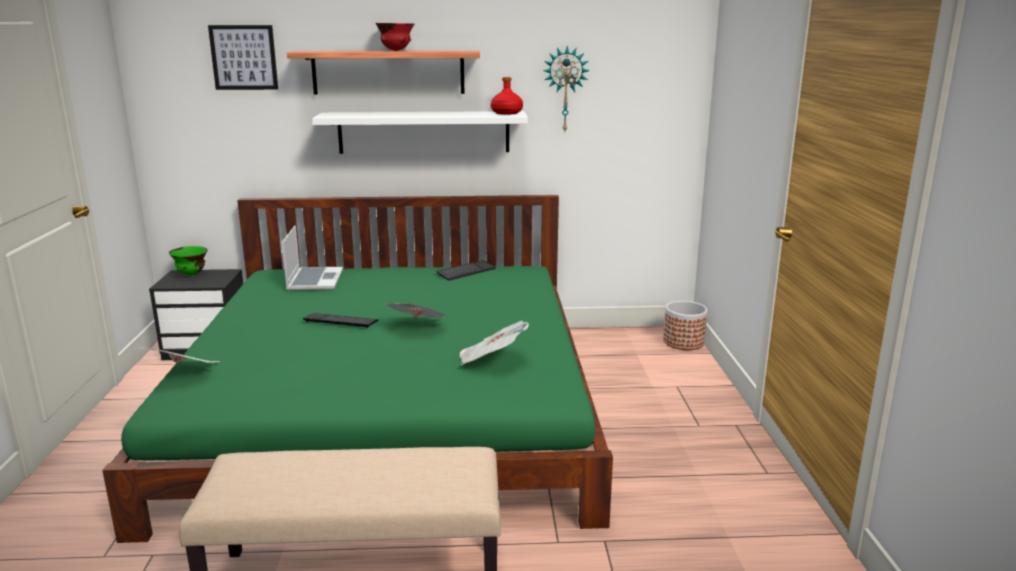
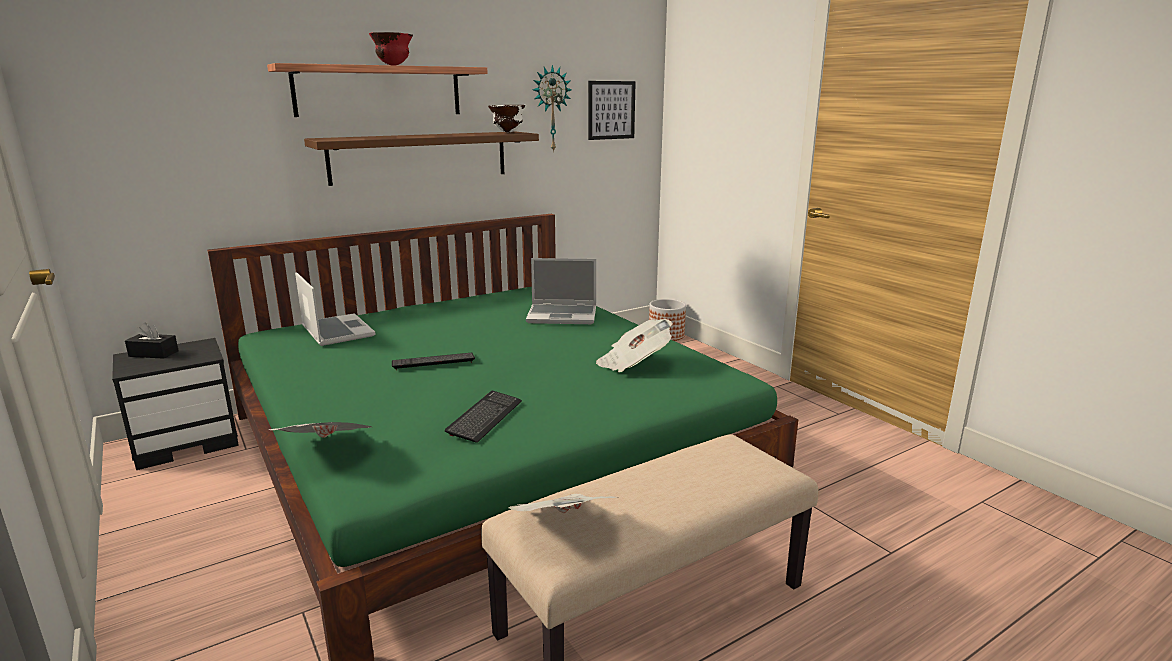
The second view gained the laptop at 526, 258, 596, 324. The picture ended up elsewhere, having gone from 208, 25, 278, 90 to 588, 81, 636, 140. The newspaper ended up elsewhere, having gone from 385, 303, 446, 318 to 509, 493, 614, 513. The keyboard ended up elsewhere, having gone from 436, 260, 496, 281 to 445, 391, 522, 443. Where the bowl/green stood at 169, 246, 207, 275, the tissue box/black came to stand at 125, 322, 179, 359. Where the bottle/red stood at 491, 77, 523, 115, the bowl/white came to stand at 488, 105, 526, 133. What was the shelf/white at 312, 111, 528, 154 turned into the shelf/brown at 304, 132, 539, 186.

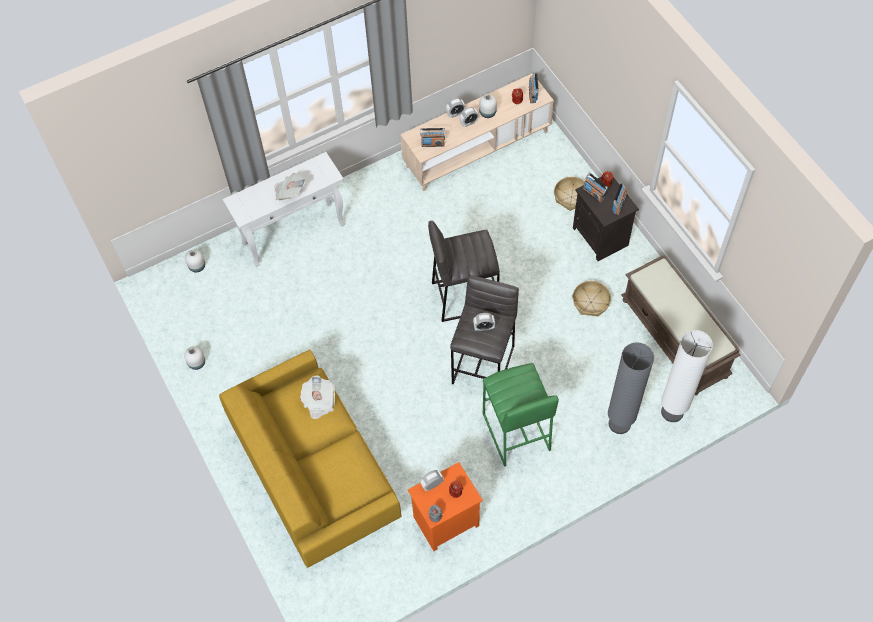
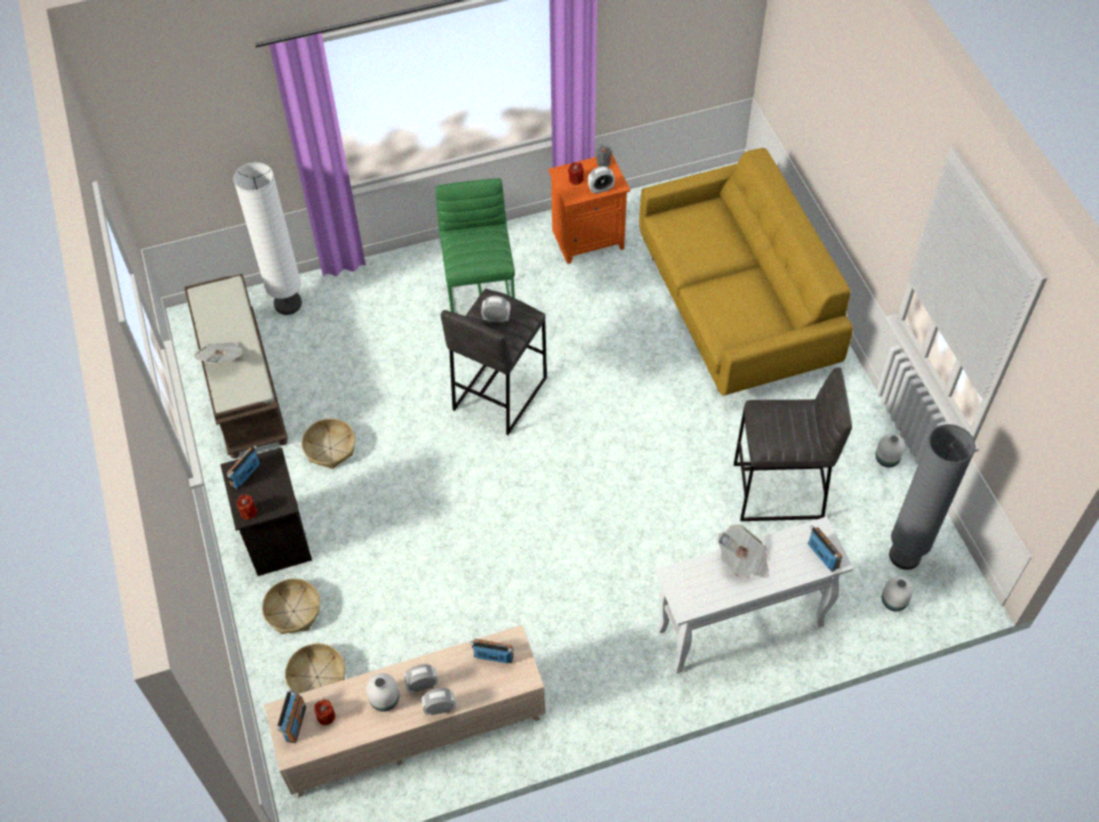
The second view gained the basket at 285, 643, 345, 694. The newspaper ended up elsewhere, having gone from 300, 375, 335, 419 to 194, 341, 243, 364. The stool/grey ended up elsewhere, having gone from 428, 221, 500, 322 to 734, 367, 852, 521. The radio ended up elsewhere, having gone from 583, 172, 608, 203 to 808, 526, 842, 572. The floor lamp/grey ended up elsewhere, having gone from 608, 342, 654, 434 to 889, 424, 976, 570.

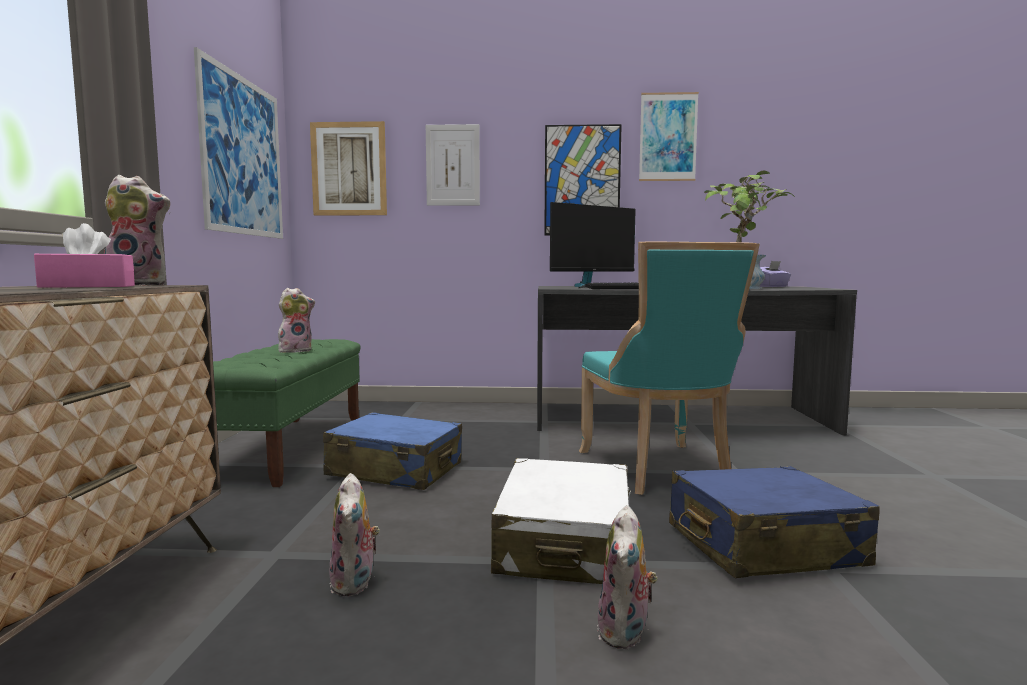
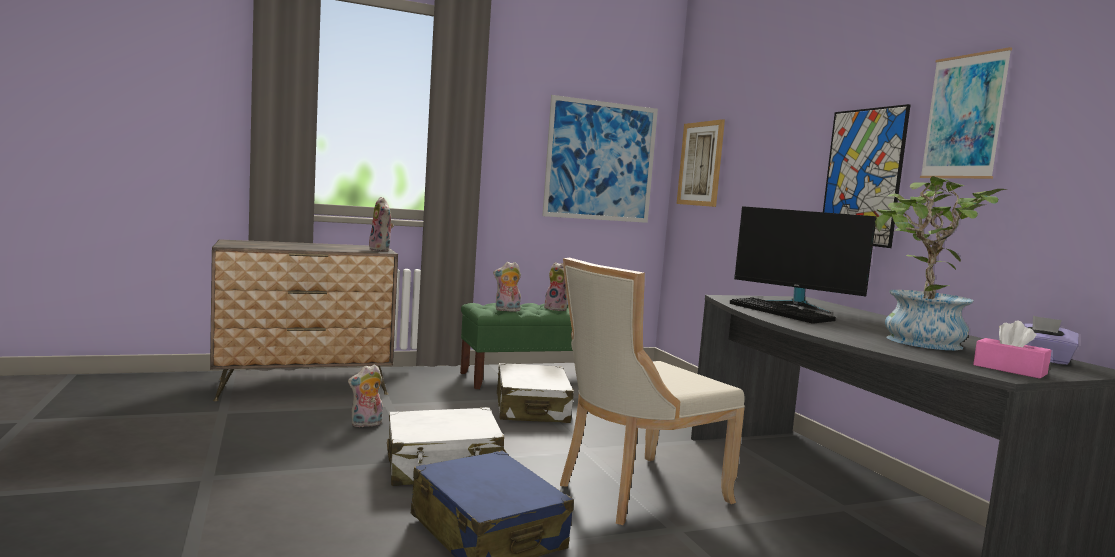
The second view lost the picture at 426, 124, 480, 206. The tissue box/pink ended up elsewhere, having gone from 34, 223, 135, 288 to 973, 321, 1051, 379. The plush toy ended up elsewhere, having gone from 597, 505, 658, 649 to 493, 262, 521, 312. What was the suitcase/blue at 323, 412, 462, 490 turned into the suitcase/white at 497, 363, 574, 423. What was the chair/turquoise at 579, 242, 760, 495 turned into the chair/beige at 560, 258, 745, 525.

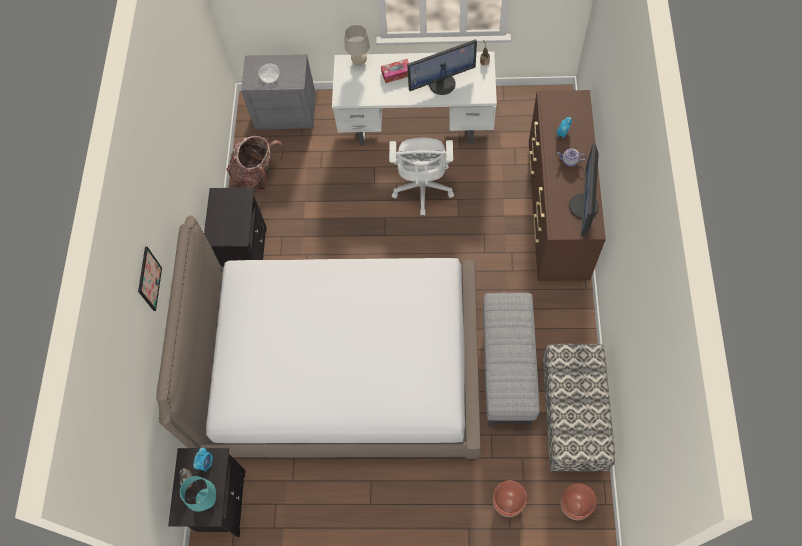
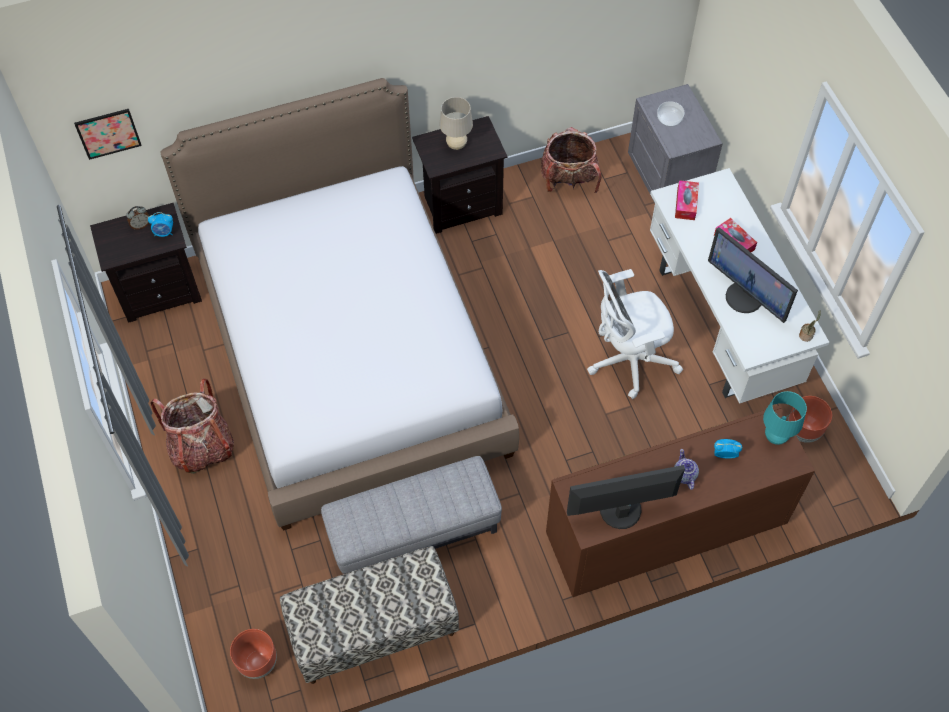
The second view gained the backpack at 150, 378, 234, 474. The second view gained the tissue box at 675, 180, 699, 220. The picture ended up elsewhere, having gone from 138, 247, 162, 311 to 74, 109, 142, 160. The table lamp/turquoise ended up elsewhere, having gone from 180, 476, 216, 512 to 763, 391, 807, 445. The table lamp/beige ended up elsewhere, having gone from 344, 25, 370, 65 to 439, 97, 473, 150. The planter/brown ended up elsewhere, having gone from 493, 480, 527, 517 to 788, 396, 832, 443.

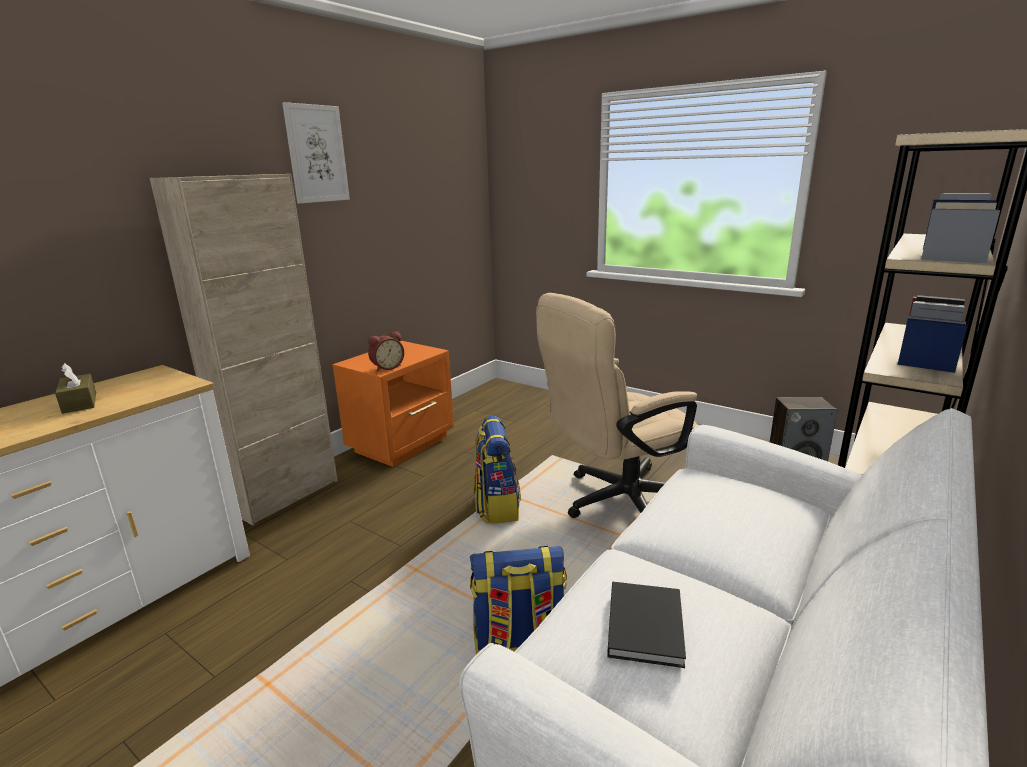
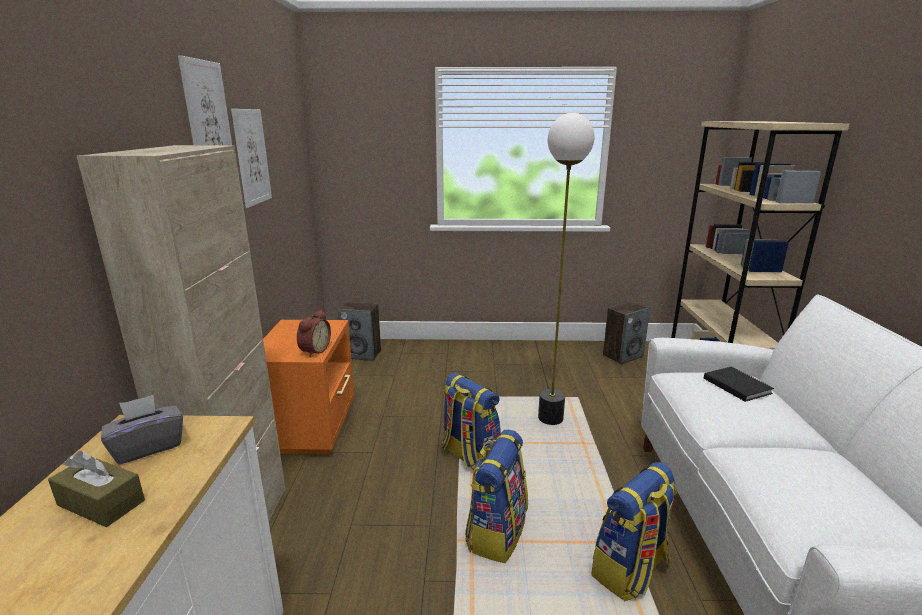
The second view gained the tissue box/grey at 101, 395, 183, 464. The second view gained the picture at 231, 109, 272, 208. The second view gained the speaker at 338, 302, 381, 361. The second view gained the backpack at 465, 430, 528, 563. The book/black ended up elsewhere, having gone from 607, 582, 686, 668 to 704, 367, 774, 402. Where the office chair/beige stood at 536, 293, 697, 518, the floor lamp came to stand at 538, 113, 594, 425.

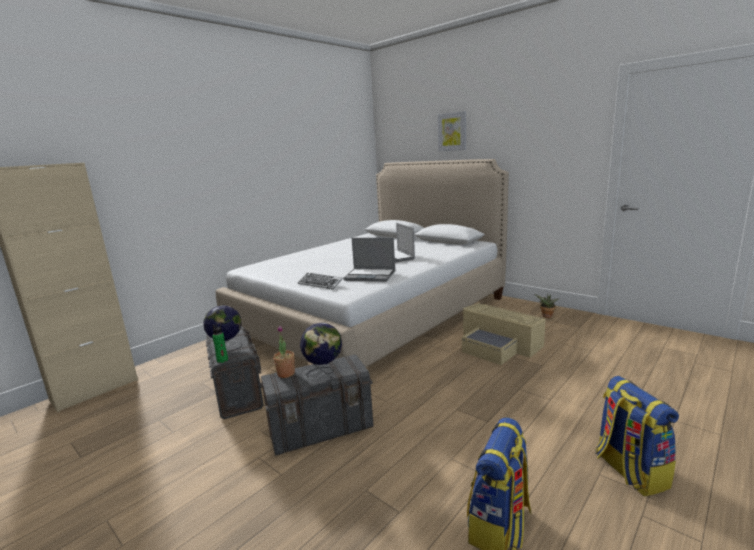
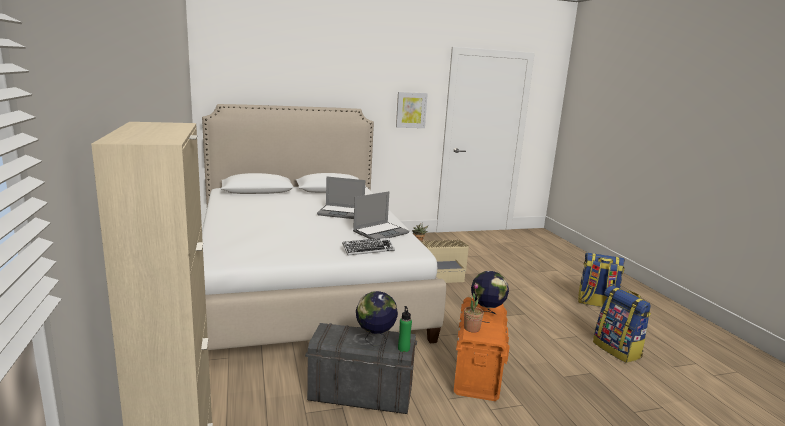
The picture ended up elsewhere, having gone from 438, 111, 466, 151 to 396, 92, 428, 128. What was the storage box/grey at 260, 354, 373, 456 turned into the storage box/orange at 454, 297, 510, 401.

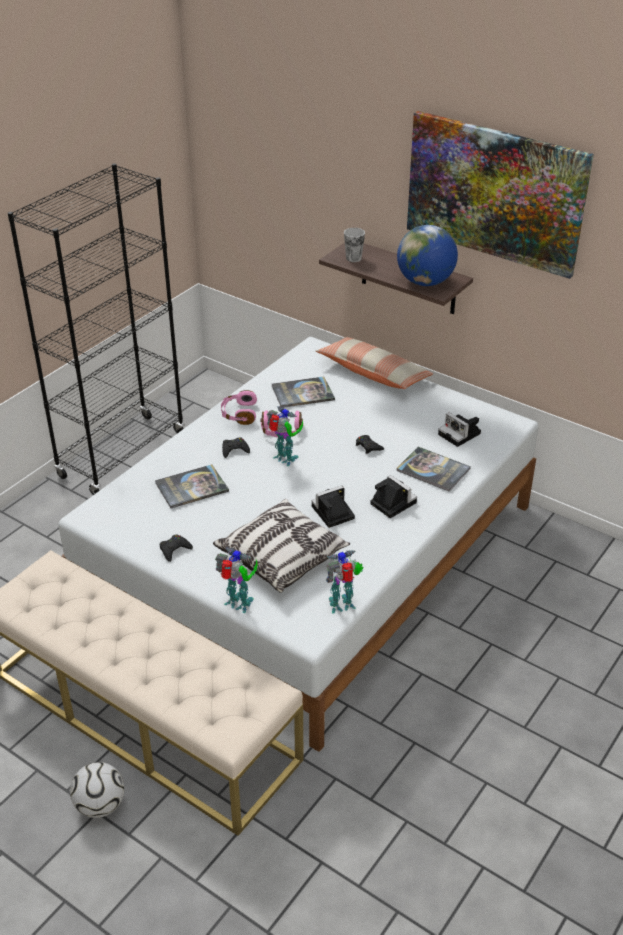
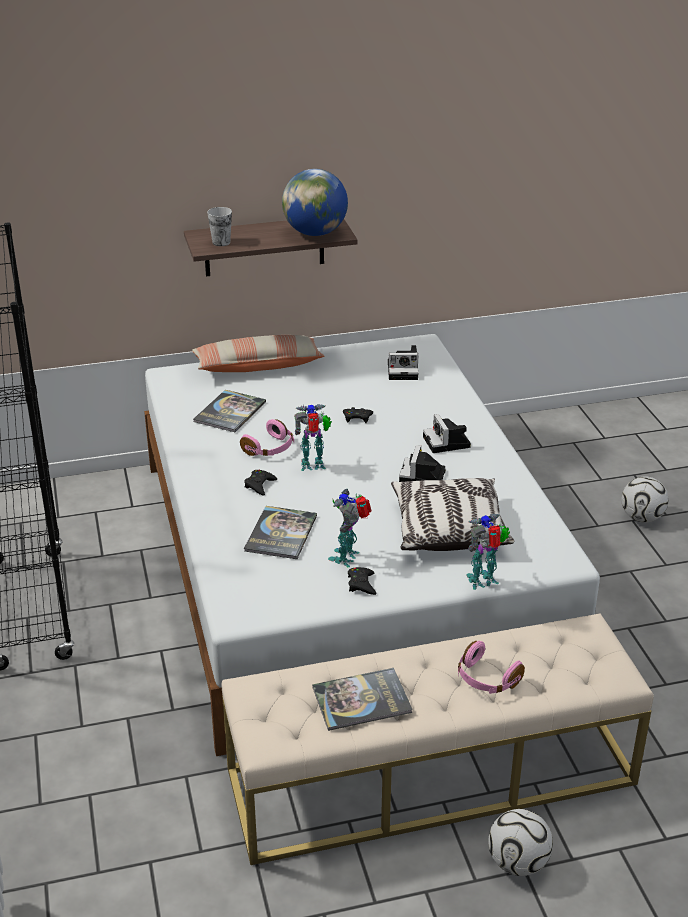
The second view lost the picture at 407, 111, 594, 279. The second view gained the football at 621, 476, 669, 523. The headphones/pink ended up elsewhere, having gone from 221, 390, 257, 425 to 458, 641, 525, 694. The toy robot ended up elsewhere, having gone from 326, 550, 363, 613 to 328, 489, 372, 567. The book ended up elsewhere, having gone from 396, 447, 471, 492 to 312, 668, 413, 731. The photo camera at 370, 475, 417, 518 ended up facing another way, 105 degrees counterclockwise from before.

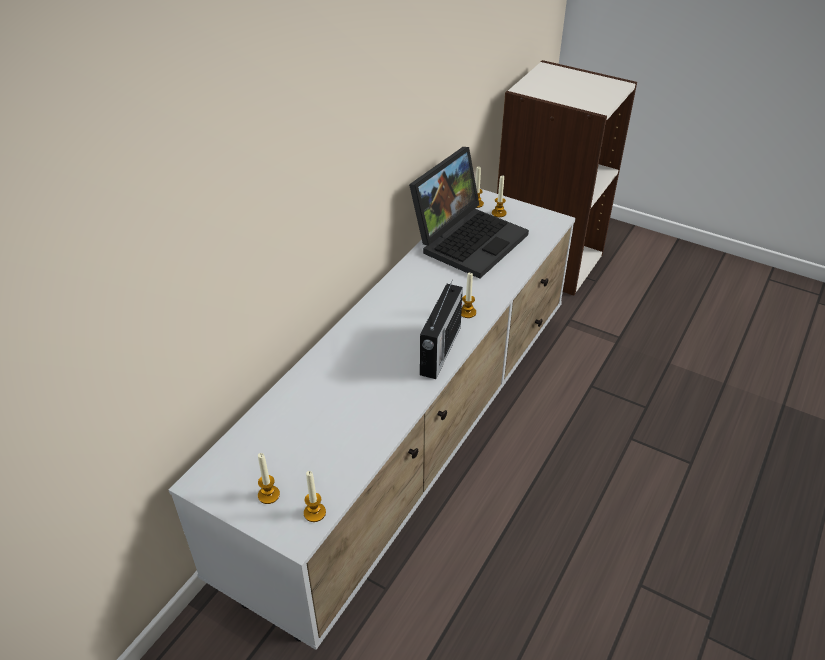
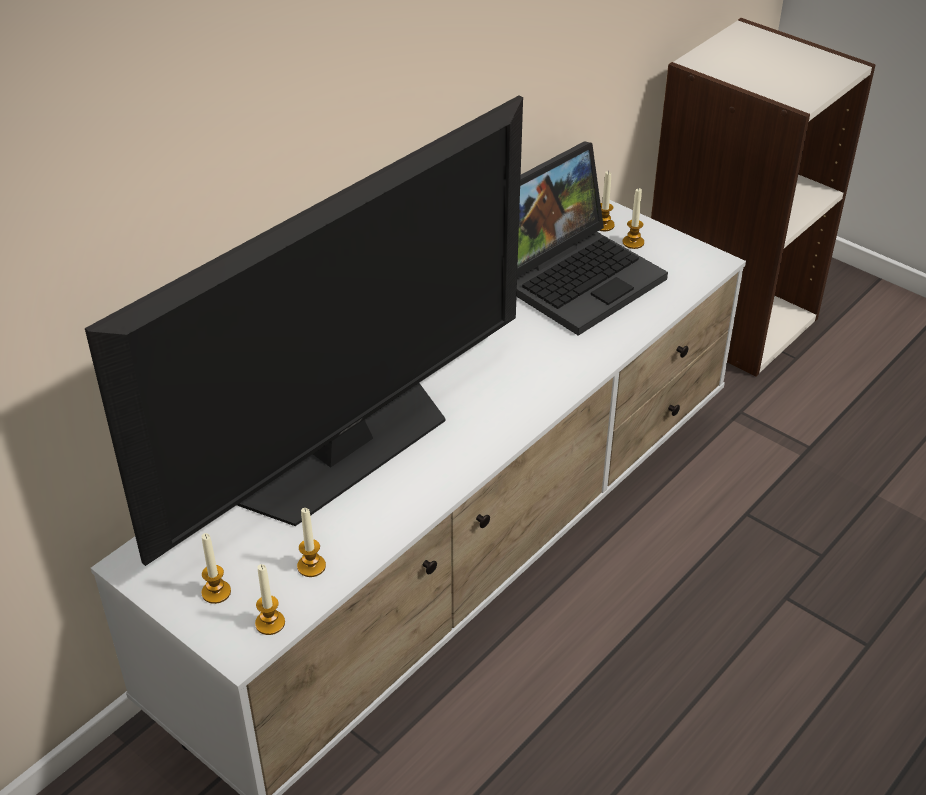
The second view lost the radio at 420, 279, 463, 379. The second view gained the television at 85, 95, 523, 566. The candle ended up elsewhere, having gone from 461, 273, 476, 318 to 297, 508, 326, 577.

